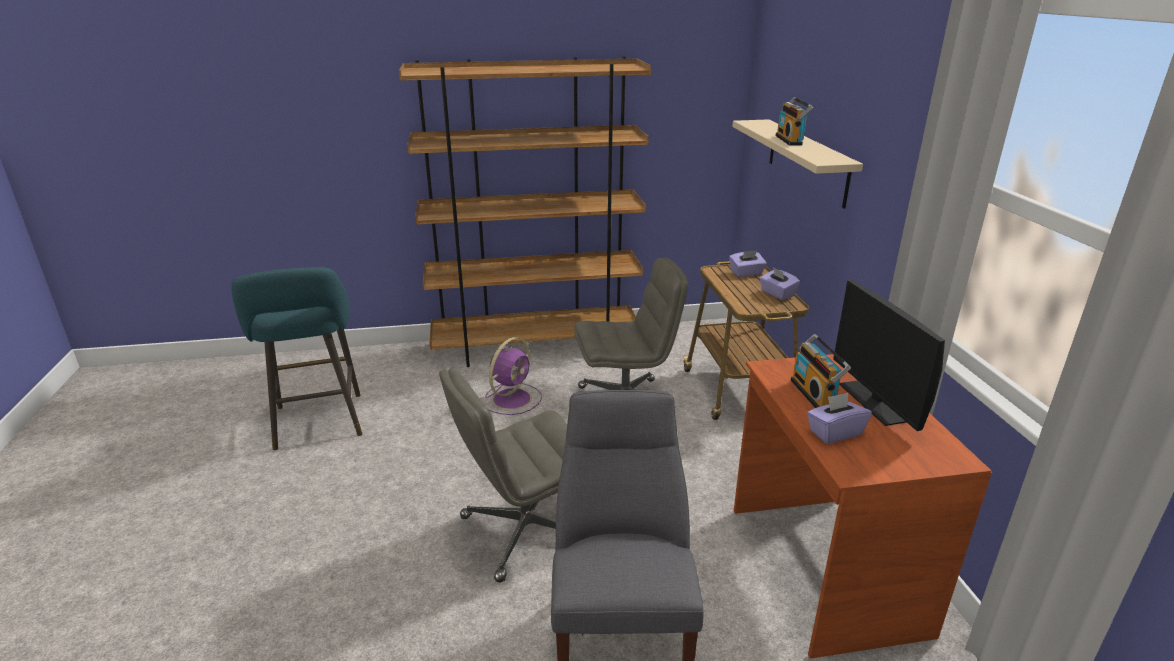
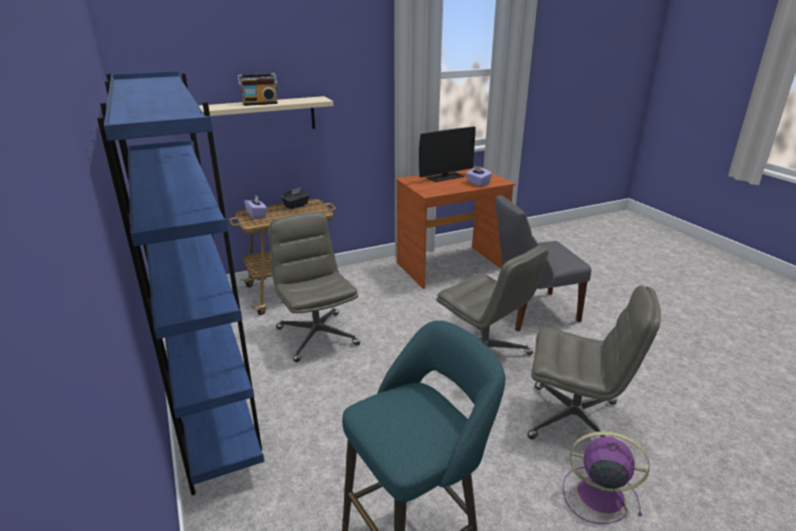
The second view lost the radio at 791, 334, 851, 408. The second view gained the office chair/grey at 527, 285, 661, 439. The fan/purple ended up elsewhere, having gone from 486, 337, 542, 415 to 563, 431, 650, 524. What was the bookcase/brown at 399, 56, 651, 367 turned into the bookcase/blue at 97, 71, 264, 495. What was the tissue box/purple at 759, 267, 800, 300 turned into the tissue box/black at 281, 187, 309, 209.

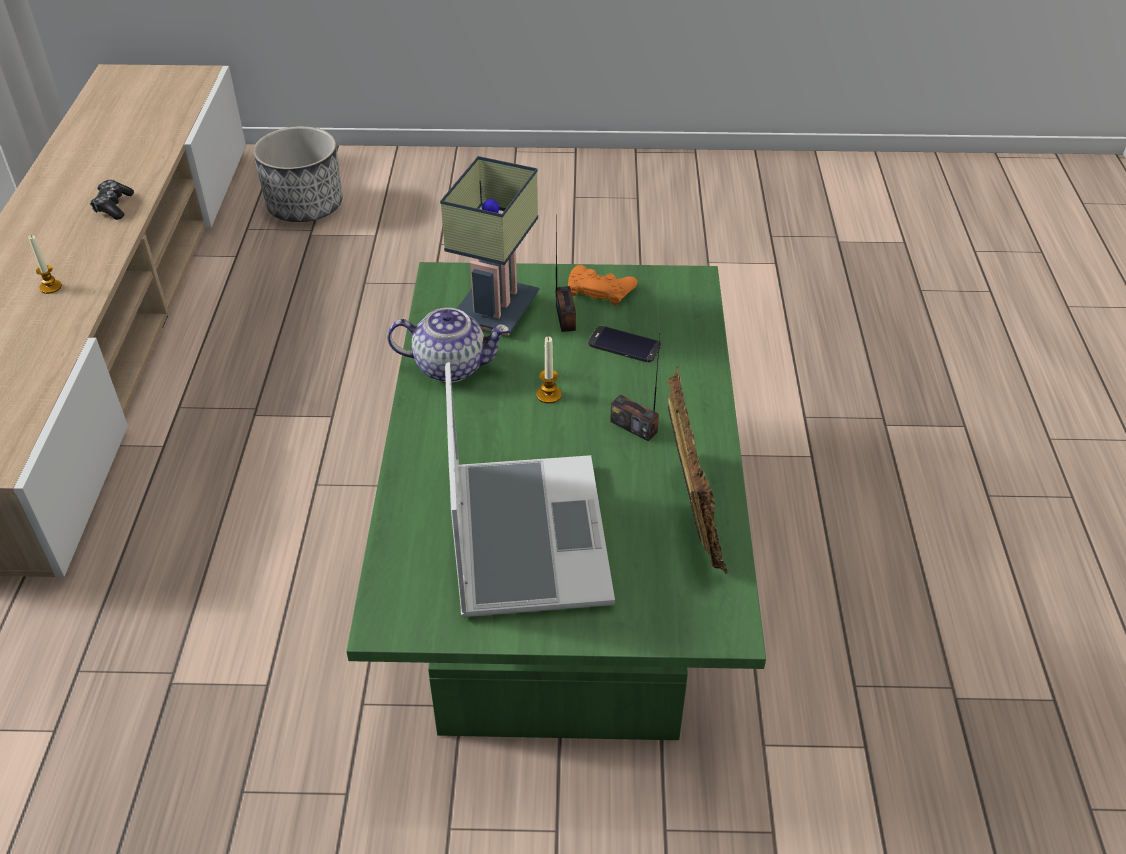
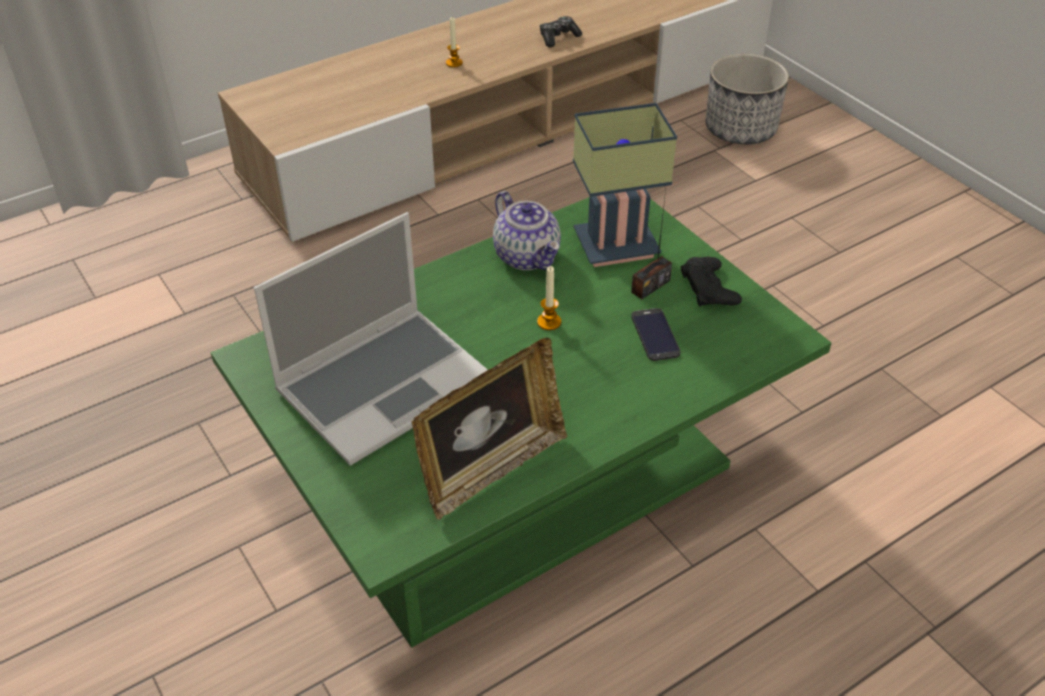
The second view lost the radio at 610, 335, 660, 442. What was the game controller/orange at 568, 265, 638, 306 turned into the game controller/black at 681, 257, 742, 307.

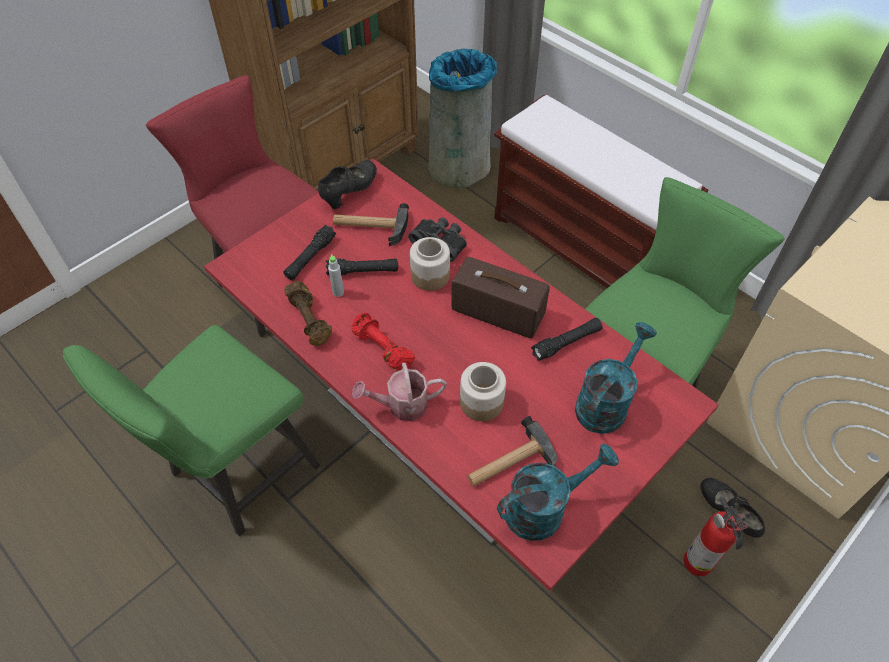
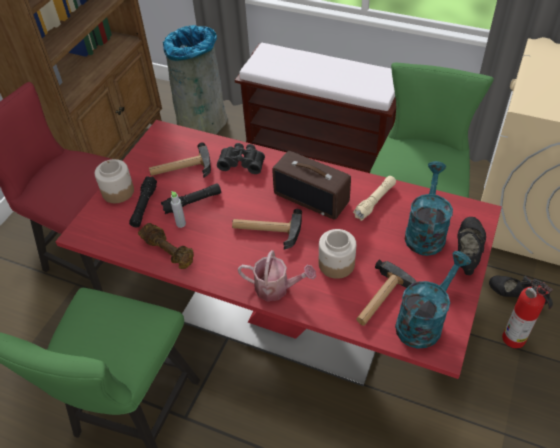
The second view lost the dumbbell/red at 351, 312, 415, 370. The second view gained the hammer at 232, 209, 302, 250. The shoe/black ended up elsewhere, having gone from 318, 160, 377, 209 to 457, 217, 486, 275. The jar ended up elsewhere, having gone from 410, 237, 450, 291 to 95, 159, 134, 203. What was the flashlight/black at 531, 318, 603, 361 turned into the flashlight/beige at 353, 176, 396, 221. The watering can at 352, 363, 447, 421 ended up facing another way, 135 degrees counterclockwise from before. The radio at 451, 257, 550, 338 ended up facing another way, 150 degrees counterclockwise from before.

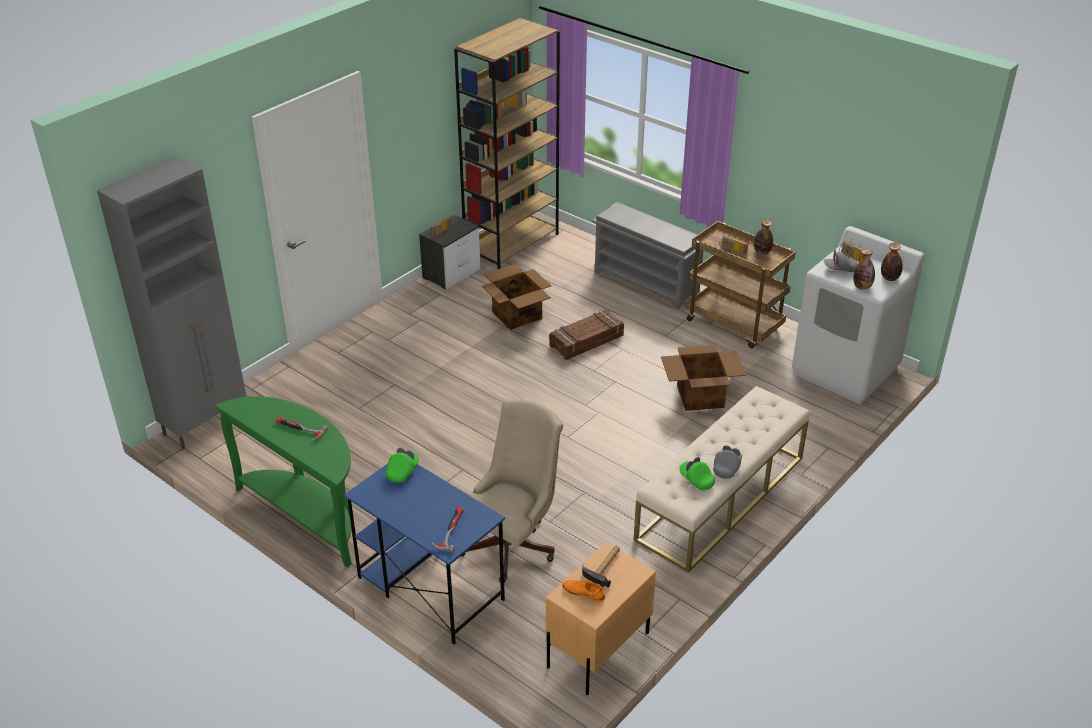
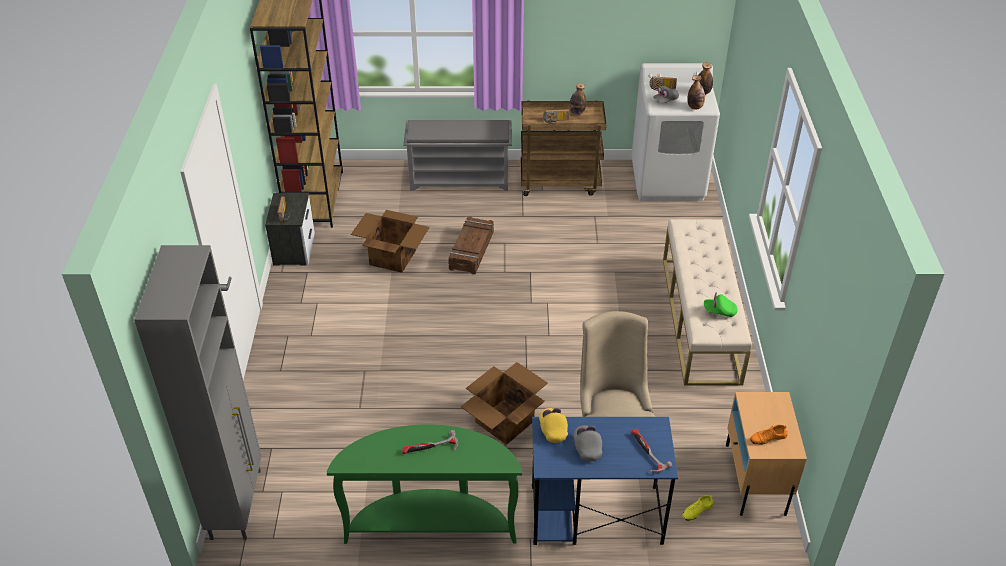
The second view lost the hammer at 582, 546, 620, 587. The second view gained the shoe/yellow at 682, 495, 714, 521. The cardboard box ended up elsewhere, having gone from 661, 345, 746, 411 to 461, 362, 548, 445. The cap/grey ended up elsewhere, having gone from 713, 445, 742, 479 to 573, 425, 602, 461. What was the cap/green at 386, 448, 419, 483 turned into the cap/yellow at 539, 408, 568, 443.

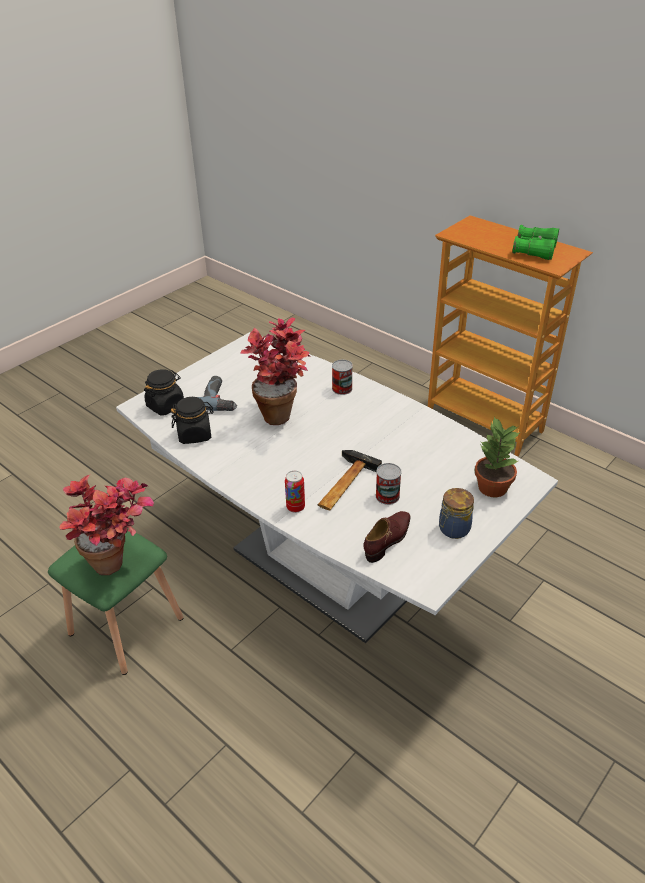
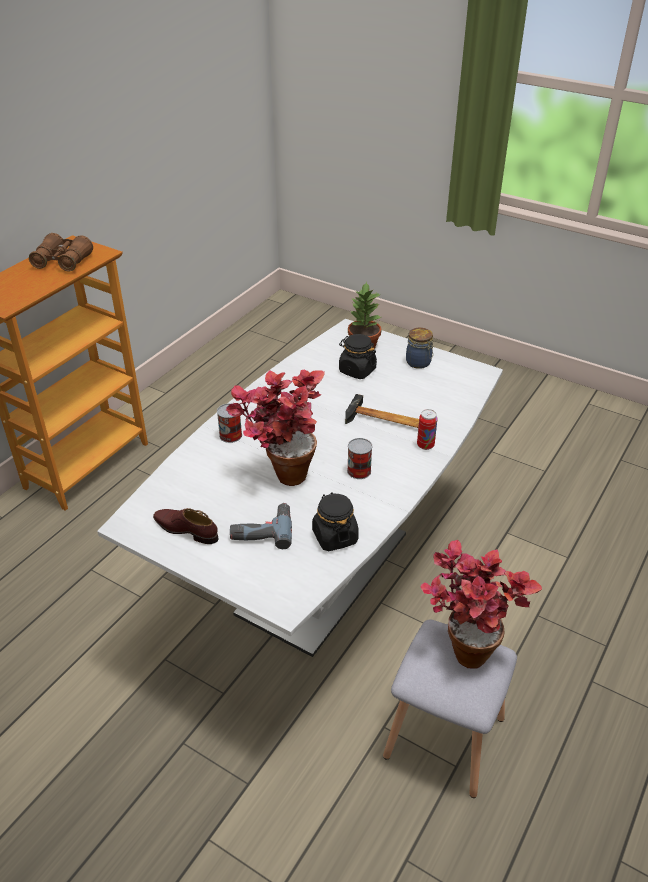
The jar/black ended up elsewhere, having gone from 144, 369, 184, 415 to 339, 334, 377, 379. The shoe/brown ended up elsewhere, having gone from 363, 511, 411, 563 to 153, 508, 219, 544. The can ended up elsewhere, having gone from 376, 463, 402, 505 to 347, 438, 372, 479. What was the stool/green at 48, 528, 183, 675 turned into the stool/grey at 383, 619, 517, 798. What was the binoculars/green at 512, 225, 559, 260 turned into the binoculars/brown at 29, 233, 93, 272.

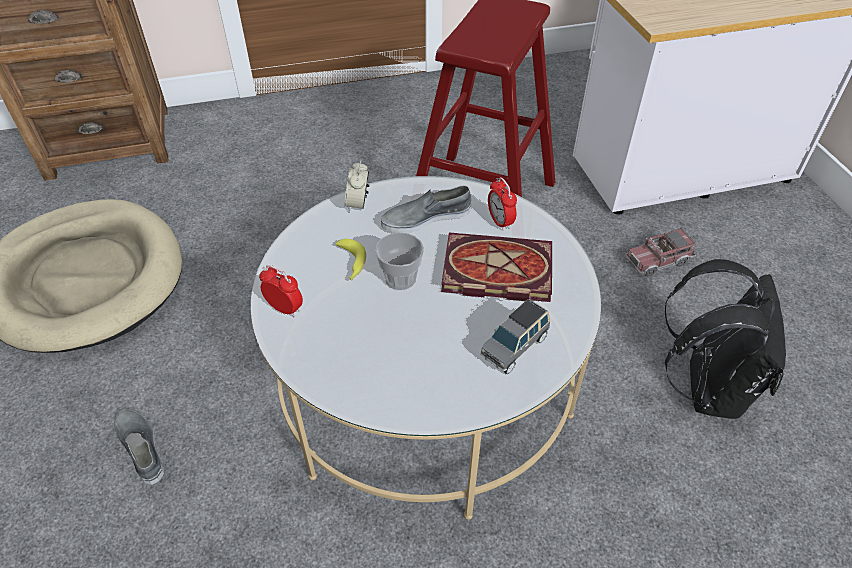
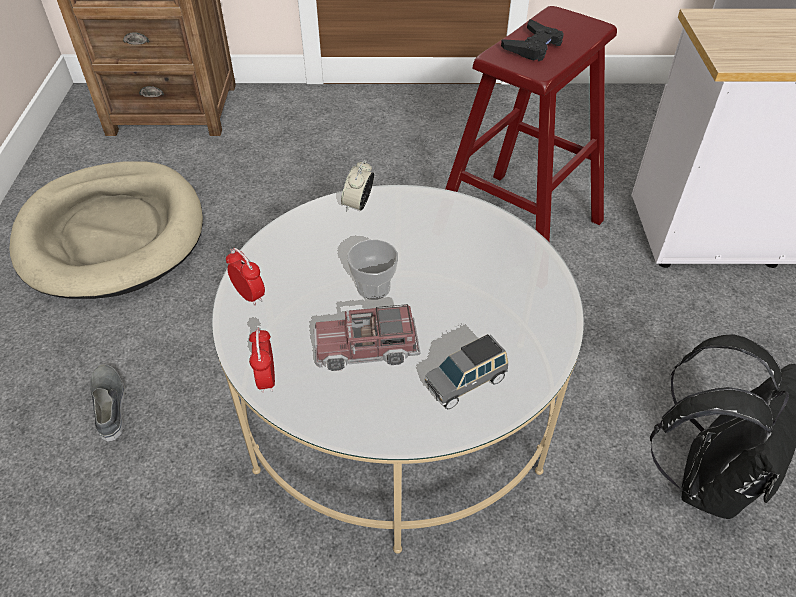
The second view lost the banana at 336, 239, 366, 281. The second view lost the shoe/grey at 381, 185, 472, 233. The second view lost the book at 441, 233, 552, 302. The second view gained the game controller/black at 501, 19, 564, 61. The alarm clock ended up elsewhere, having gone from 488, 177, 517, 231 to 249, 328, 275, 393. The toy truck ended up elsewhere, having gone from 625, 228, 696, 277 to 314, 304, 420, 371.

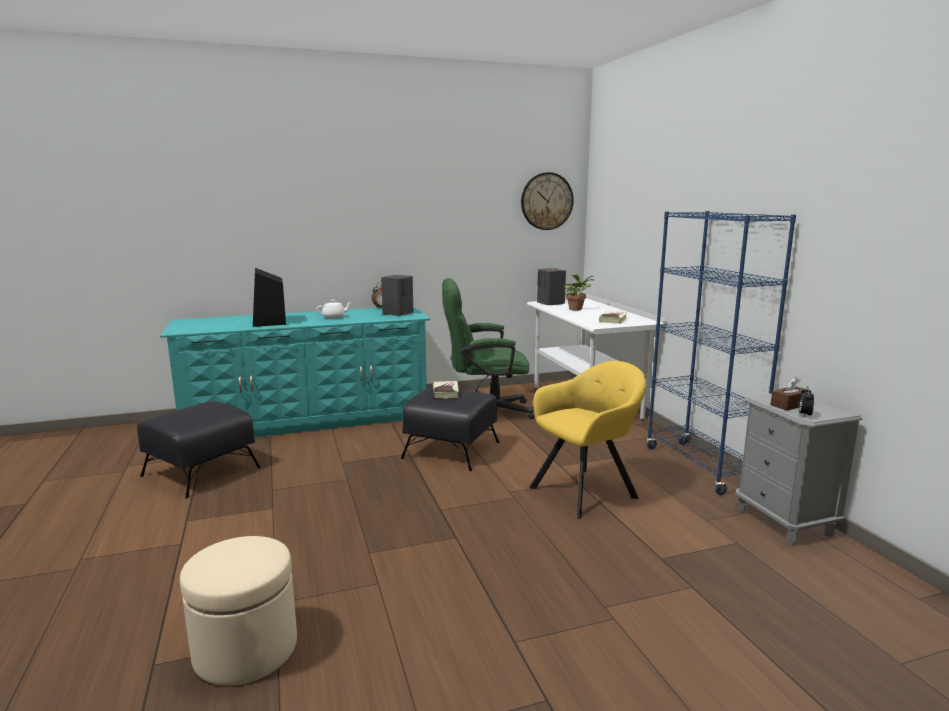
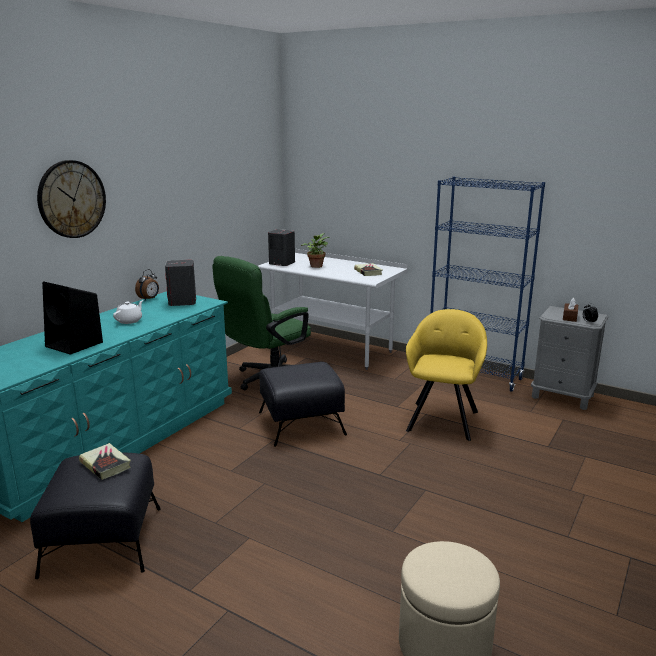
The book ended up elsewhere, having gone from 433, 381, 459, 398 to 79, 443, 131, 480. The wall clock ended up elsewhere, having gone from 521, 172, 574, 230 to 37, 160, 106, 238.

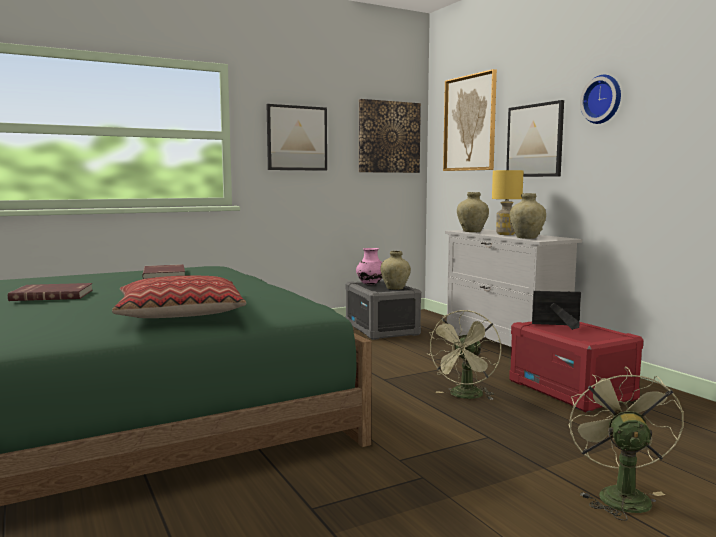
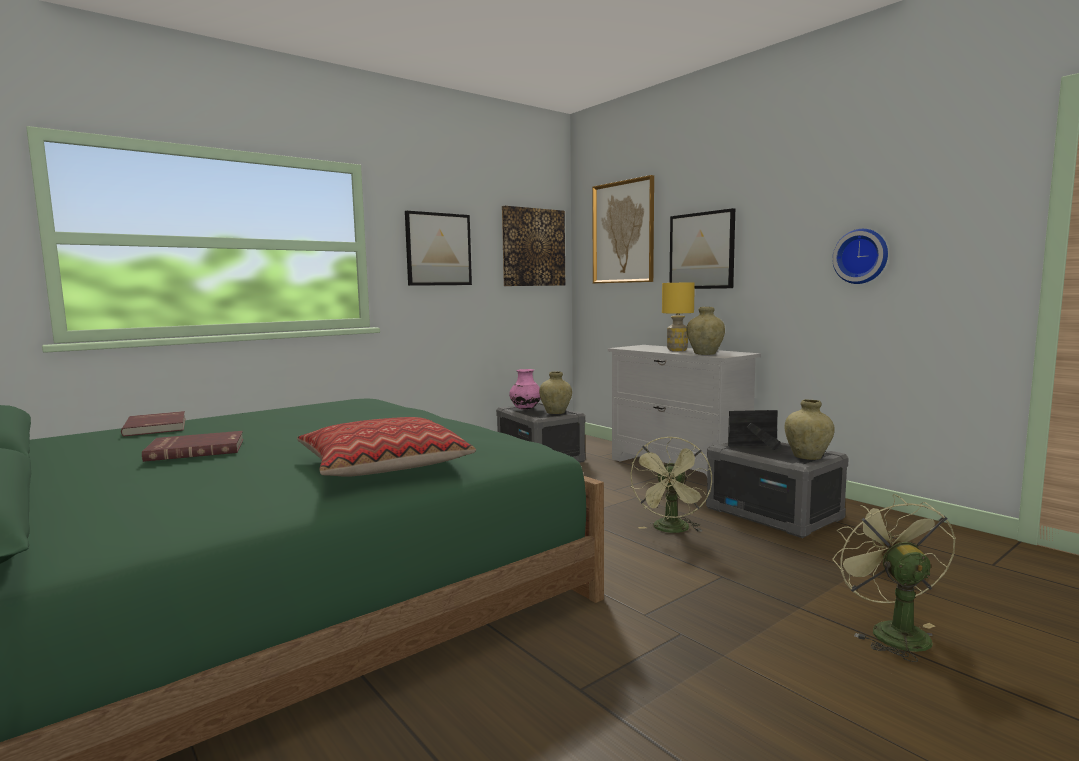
The book/red ended up elsewhere, having gone from 142, 264, 185, 279 to 121, 411, 185, 437. The vase/beige ended up elsewhere, having gone from 457, 192, 489, 232 to 785, 399, 835, 460. The wall clock ended up elsewhere, having gone from 580, 75, 621, 124 to 832, 229, 888, 284. What was the storage box/red at 509, 321, 643, 412 turned into the storage box/grey at 706, 442, 849, 538.

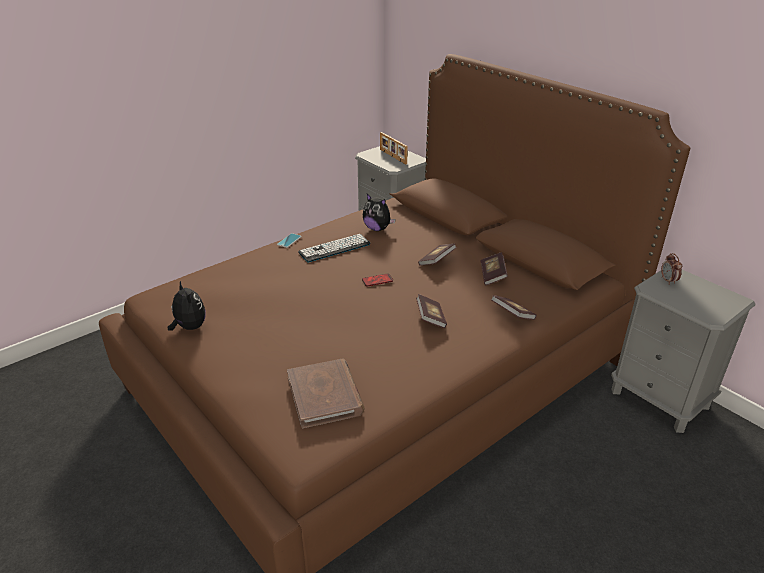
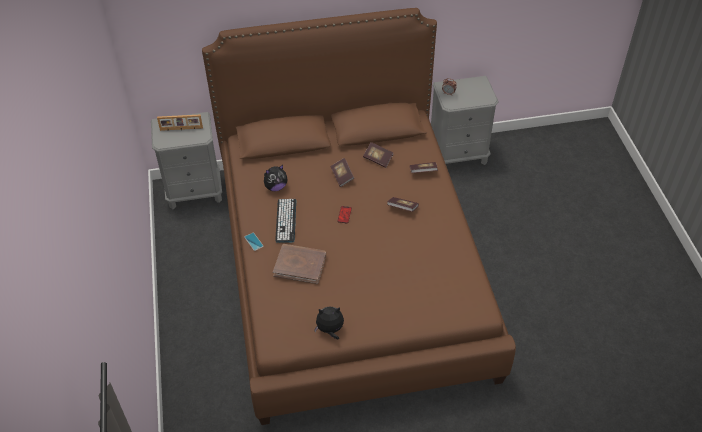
The book/brown ended up elsewhere, having gone from 287, 359, 364, 428 to 273, 244, 326, 284.

